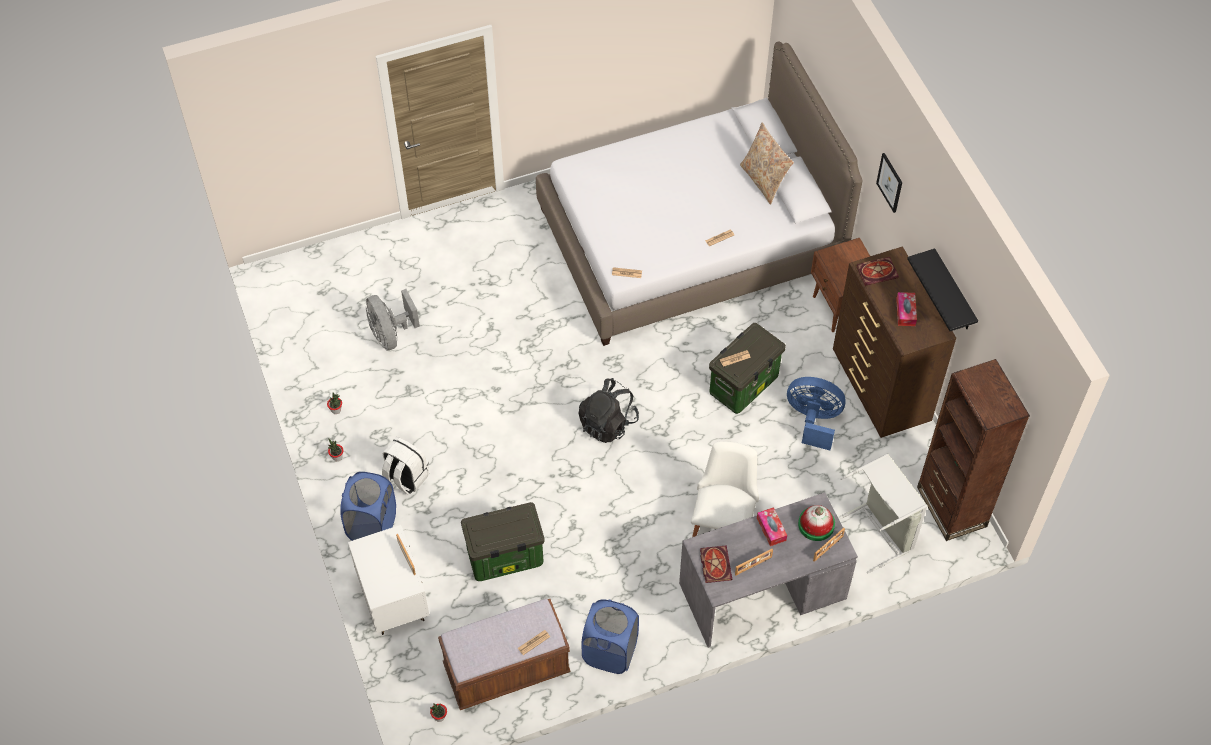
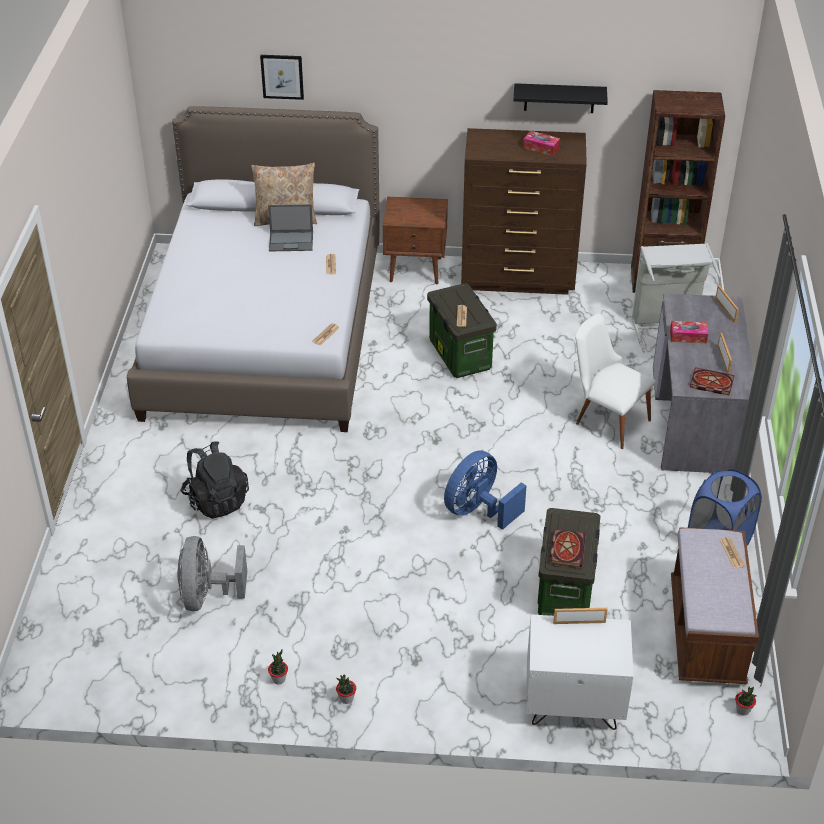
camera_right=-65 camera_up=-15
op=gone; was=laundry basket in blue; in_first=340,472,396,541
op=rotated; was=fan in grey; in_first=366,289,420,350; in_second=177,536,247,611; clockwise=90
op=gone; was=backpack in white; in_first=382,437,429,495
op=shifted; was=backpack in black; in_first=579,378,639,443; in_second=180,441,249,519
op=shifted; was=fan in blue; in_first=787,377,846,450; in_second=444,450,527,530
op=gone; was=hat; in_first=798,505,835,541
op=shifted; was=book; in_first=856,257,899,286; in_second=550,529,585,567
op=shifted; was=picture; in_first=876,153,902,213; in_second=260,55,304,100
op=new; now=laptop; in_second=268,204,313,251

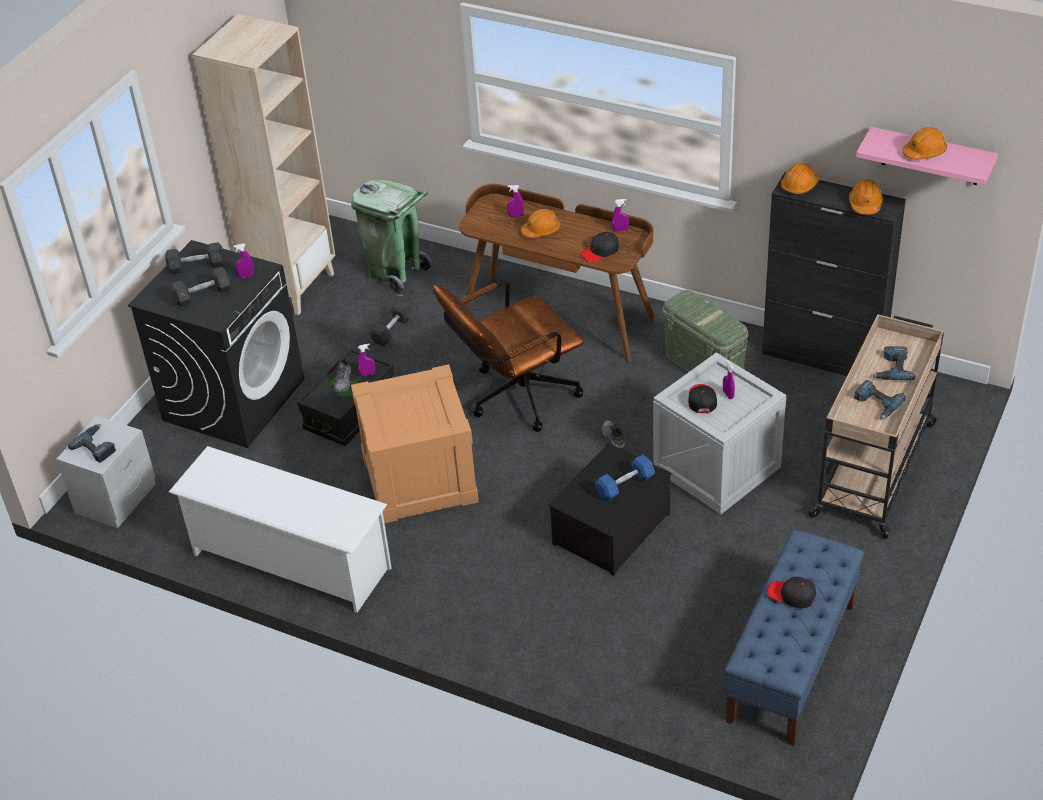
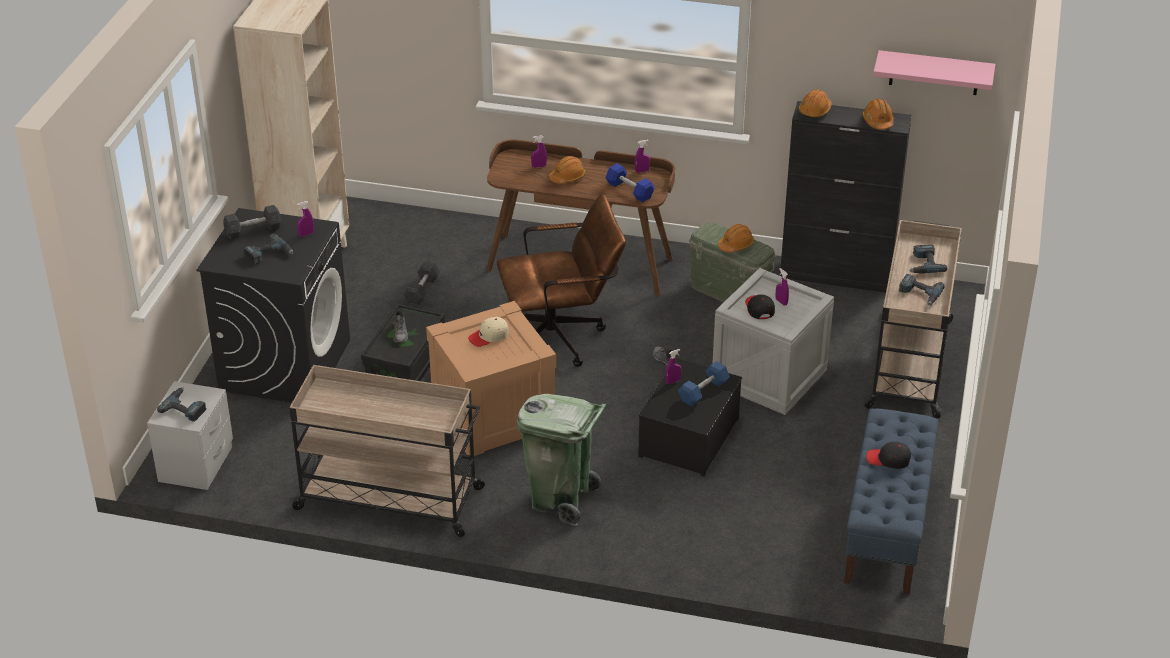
camera_right=-15 camera_up=-5
op=swapped; was=shoe rack in white; now=cart in beige; in_first=169,446,392,613; in_second=289,365,485,537
op=swapped; was=dumbbell in grey; now=power drill; in_first=171,267,231,307; in_second=244,234,294,264
op=shifted; was=trash can in green; in_first=351,180,433,296; in_second=517,394,607,526
op=shifted; was=spray bottle in purple; in_first=357,344,375,376; in_second=665,349,682,384
op=rotated; was=office chair in brown; in_first=433,280,584,432; in_second=497,194,626,367; clockwise=-150
op=swapped; was=cap in black; now=dumbbell in blue; in_first=581,232,619,263; in_second=605,163,655,202
op=shifted; was=hard hat in orange; in_first=902,127,947,160; in_second=718,224,754,252
op=new; now=cap in beige; in_second=468,317,508,347

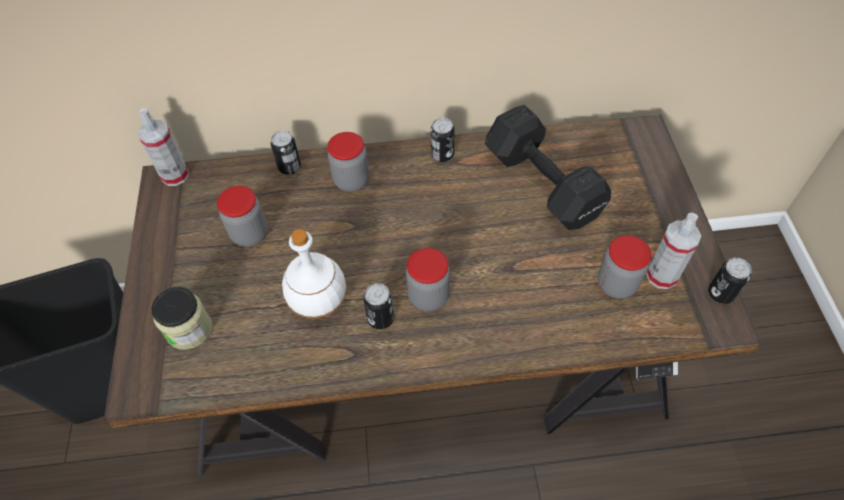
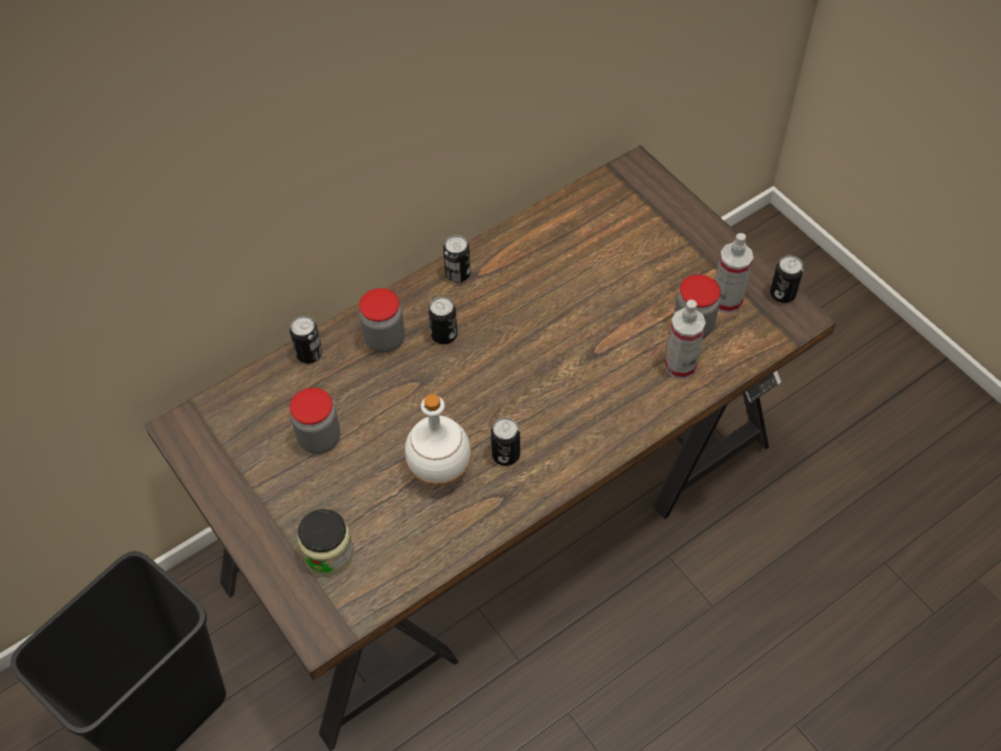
camera_right=-30 camera_up=0
op=shifted; was=spray bottle; in_first=138,108,189,186; in_second=664,300,706,379
op=gone; was=jar; in_first=406,248,450,311
op=gone; was=dumbbell in black; in_first=485,105,611,230
op=new; now=can; in_second=428,297,457,344

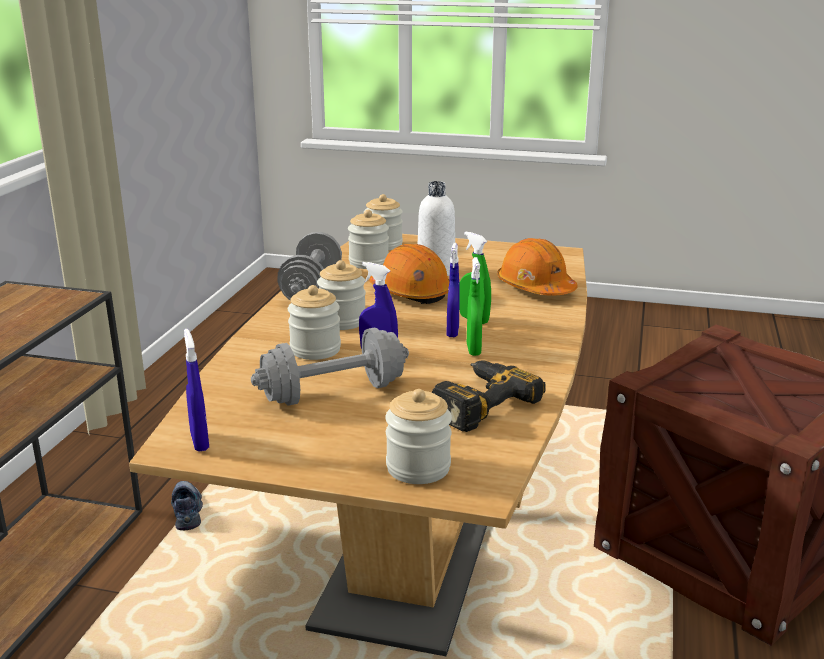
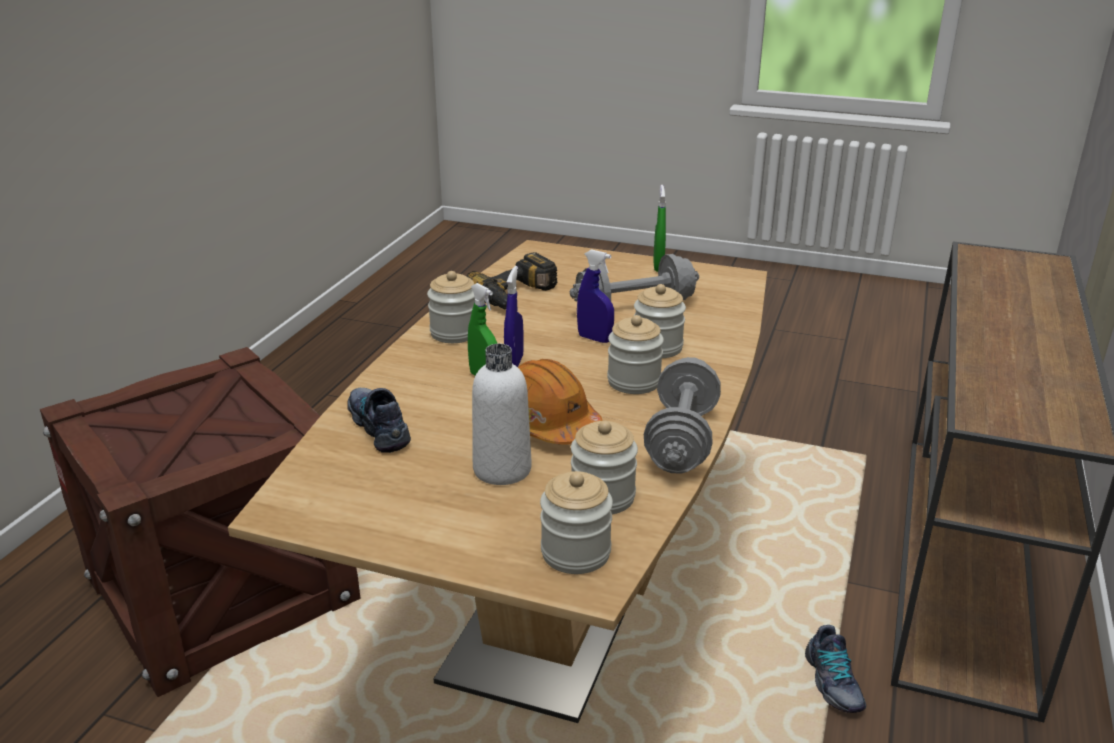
camera_right=-175 camera_up=5
op=gone; was=spray bottle in blue; in_first=184,329,209,452
op=shifted; was=jar; in_first=385,389,452,484; in_second=427,271,475,343
op=shifted; was=spray bottle in green; in_first=467,257,482,356; in_second=653,185,666,272
op=swapped; was=hard hat in orange; now=shoe; in_first=497,238,578,296; in_second=347,388,411,453

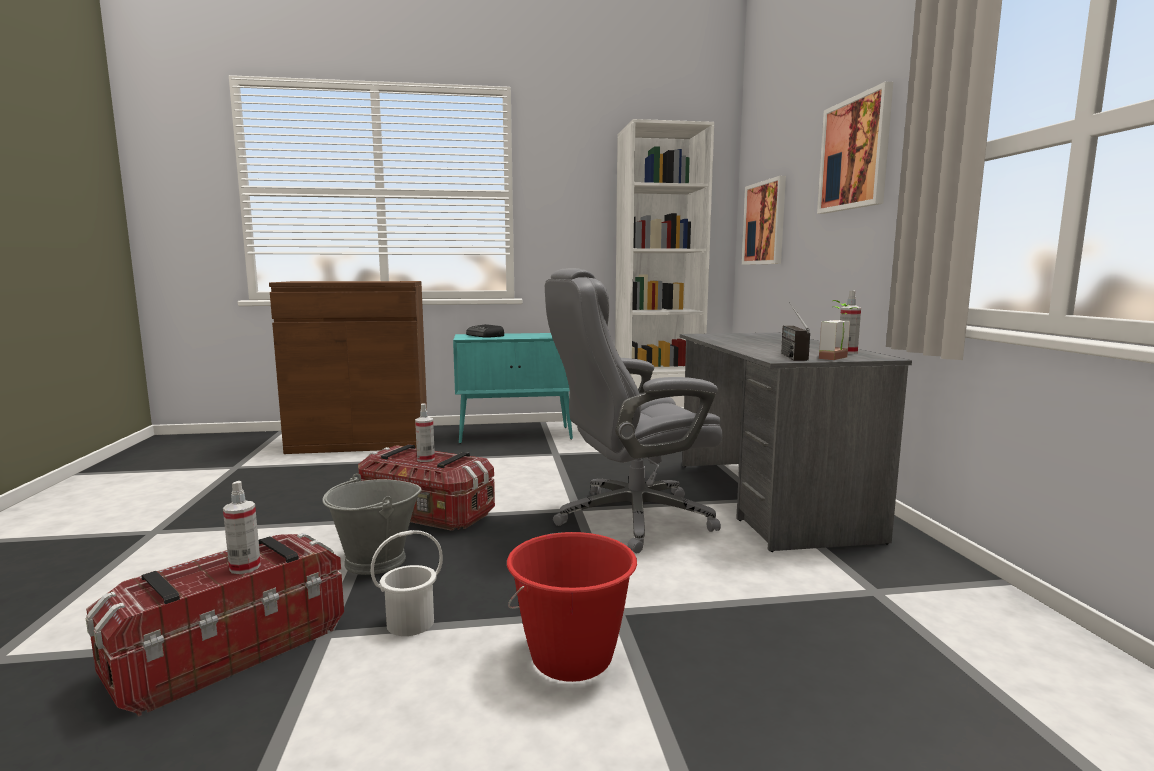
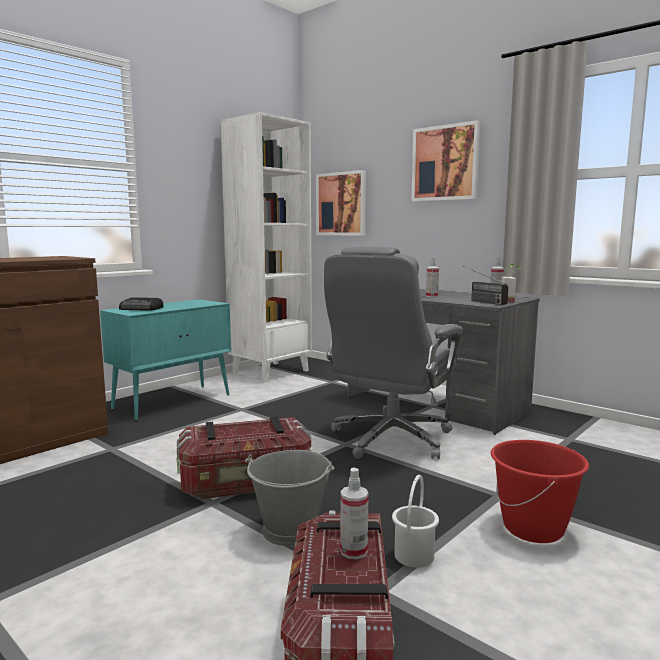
camera_right=-40 camera_up=0
op=shifted; was=spray bottle; in_first=415,403,435,462; in_second=426,257,439,297

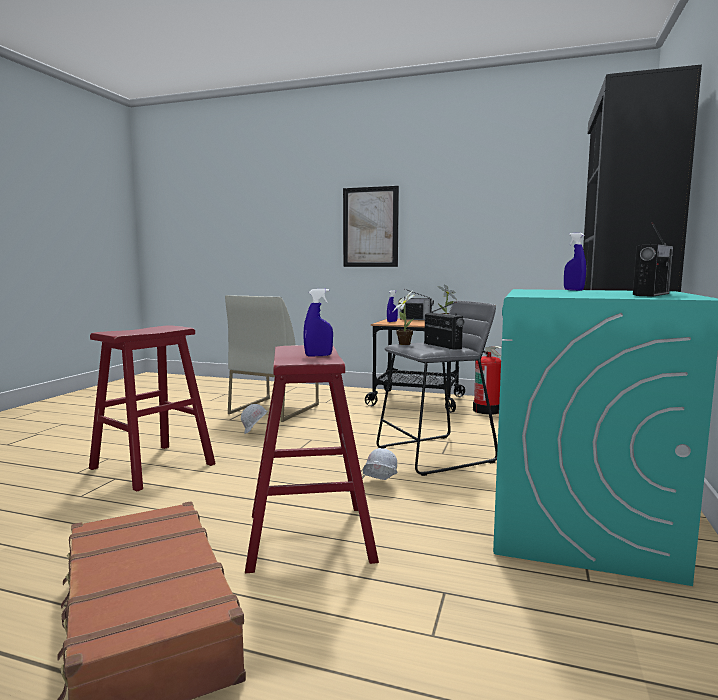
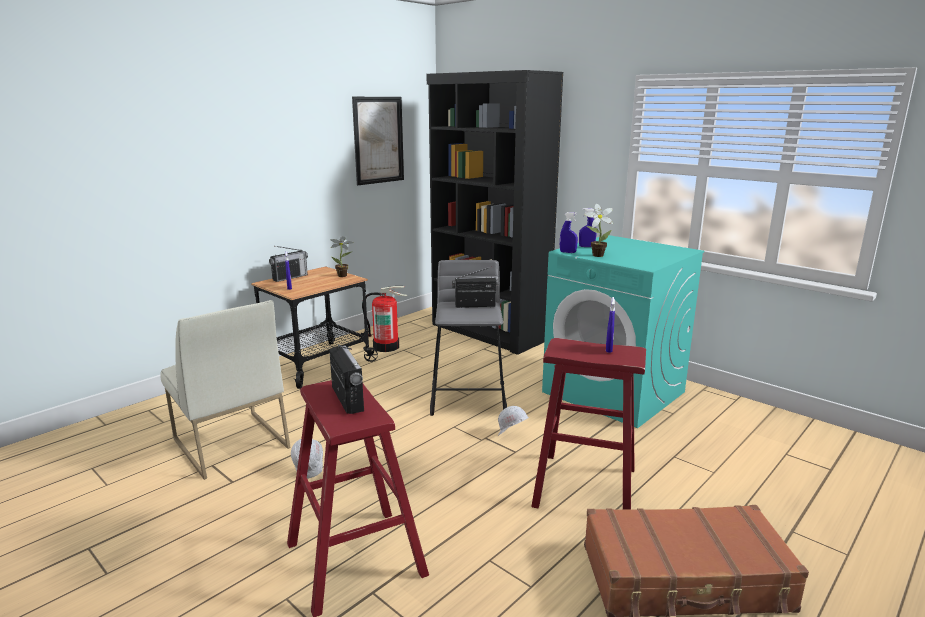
camera_right=-65 camera_up=10
op=shifted; was=picture; in_first=343,186,399,267; in_second=352,97,404,185
op=shifted; was=potted plant; in_first=393,291,415,345; in_second=584,204,613,257
op=shifted; was=radio; in_first=633,222,673,297; in_second=329,345,364,414
op=new; now=spray bottle in blue; in_second=560,212,578,253

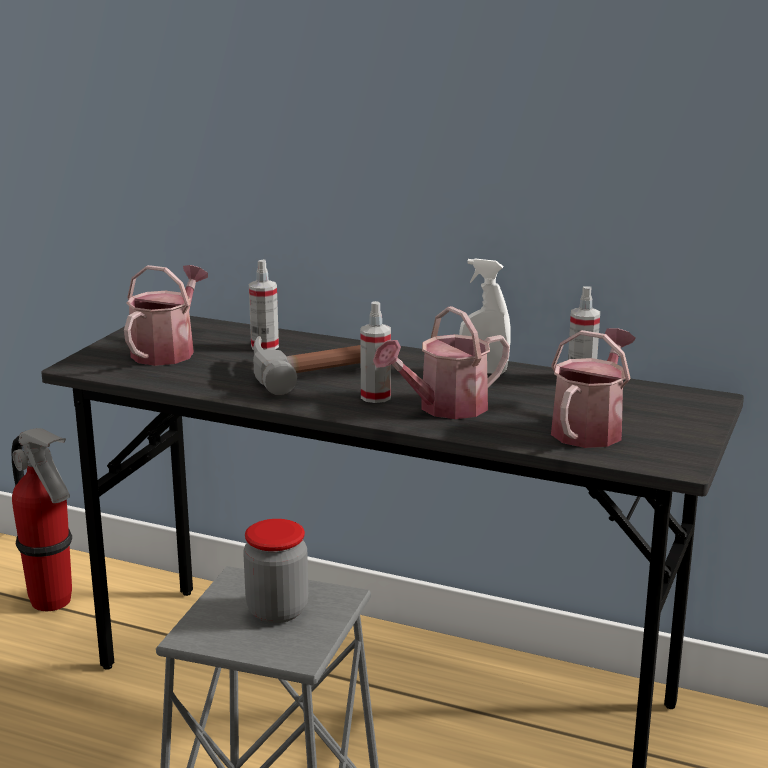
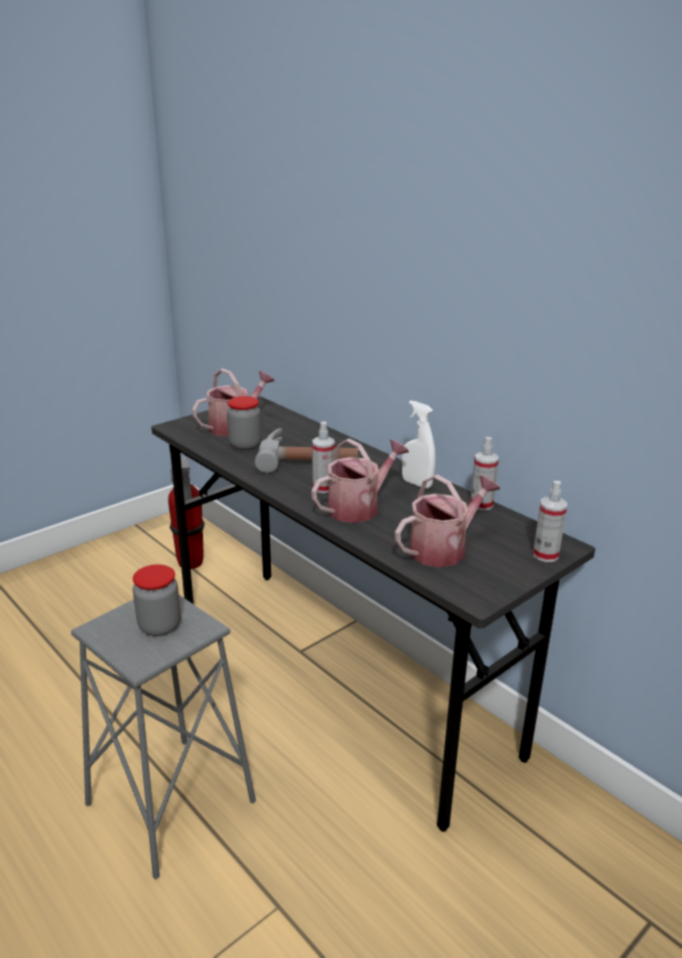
camera_right=25 camera_up=5
op=shifted; was=spray bottle; in_first=249,259,279,350; in_second=533,481,567,562
op=rotated; was=watering can; in_first=373,306,510,419; in_second=311,438,409,523; clockwise=150
op=new; now=jar; in_second=227,396,261,450

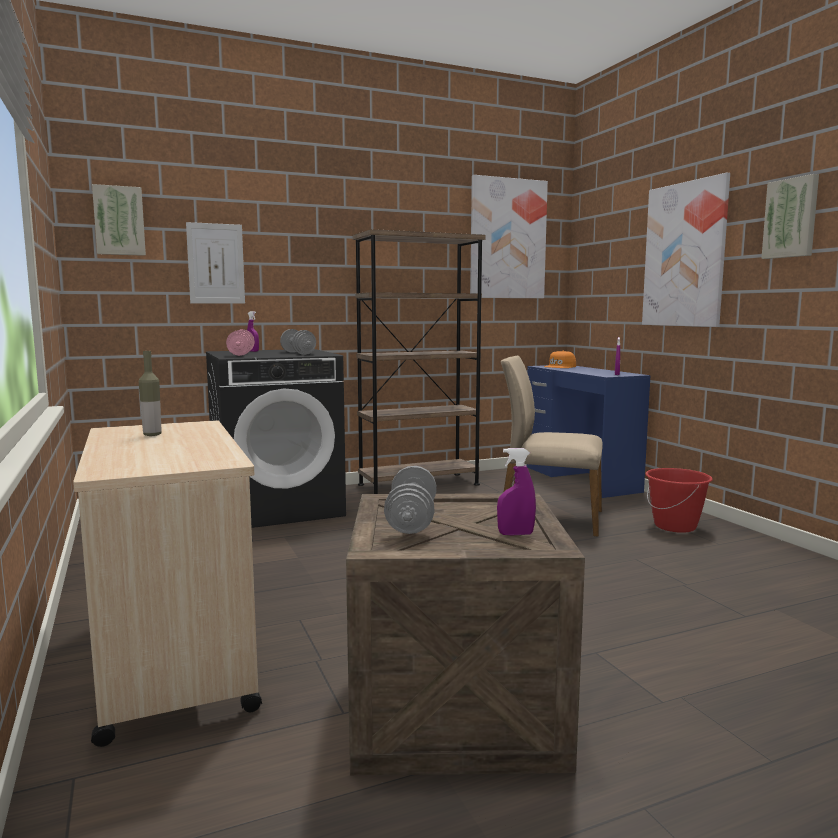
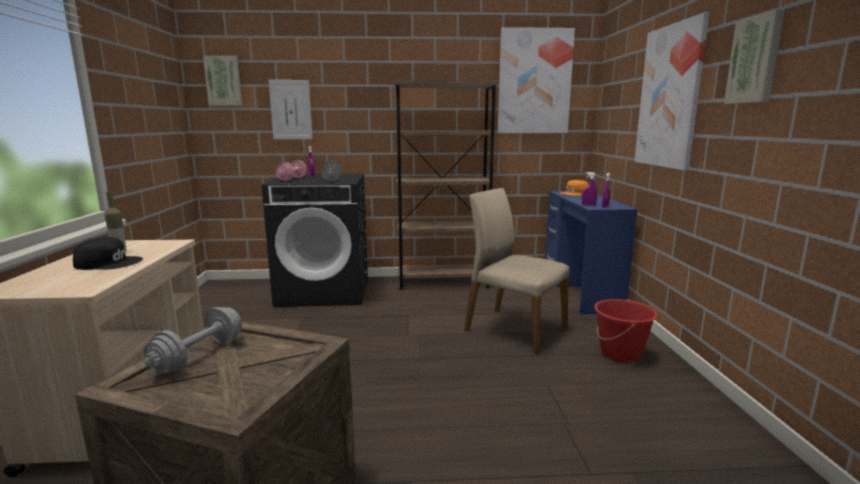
camera_right=20 camera_up=5
op=shifted; was=spray bottle in purple; in_first=497,448,536,535; in_second=582,172,597,206
op=new; now=cap in black; in_second=73,237,143,270

